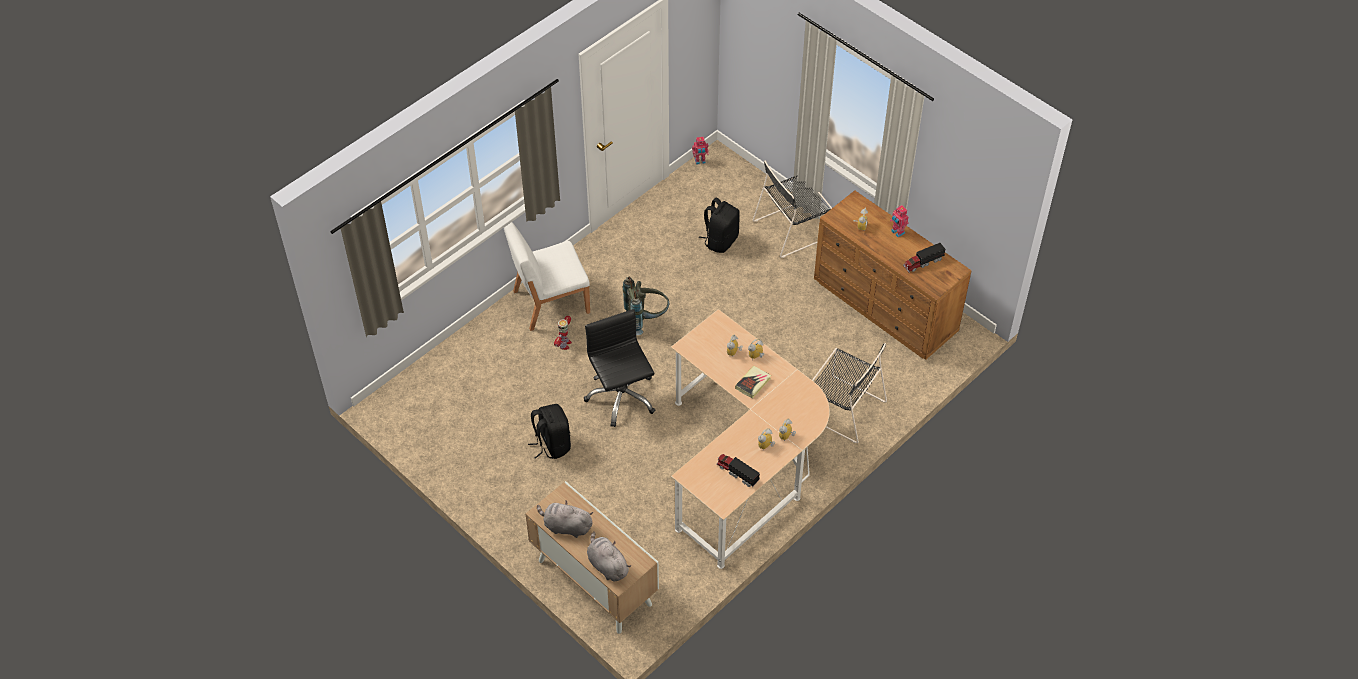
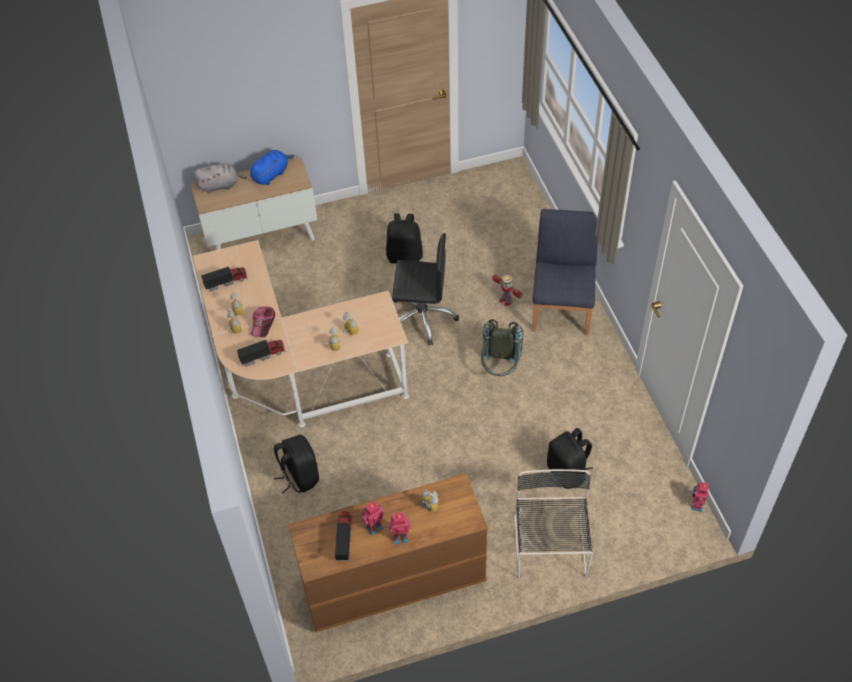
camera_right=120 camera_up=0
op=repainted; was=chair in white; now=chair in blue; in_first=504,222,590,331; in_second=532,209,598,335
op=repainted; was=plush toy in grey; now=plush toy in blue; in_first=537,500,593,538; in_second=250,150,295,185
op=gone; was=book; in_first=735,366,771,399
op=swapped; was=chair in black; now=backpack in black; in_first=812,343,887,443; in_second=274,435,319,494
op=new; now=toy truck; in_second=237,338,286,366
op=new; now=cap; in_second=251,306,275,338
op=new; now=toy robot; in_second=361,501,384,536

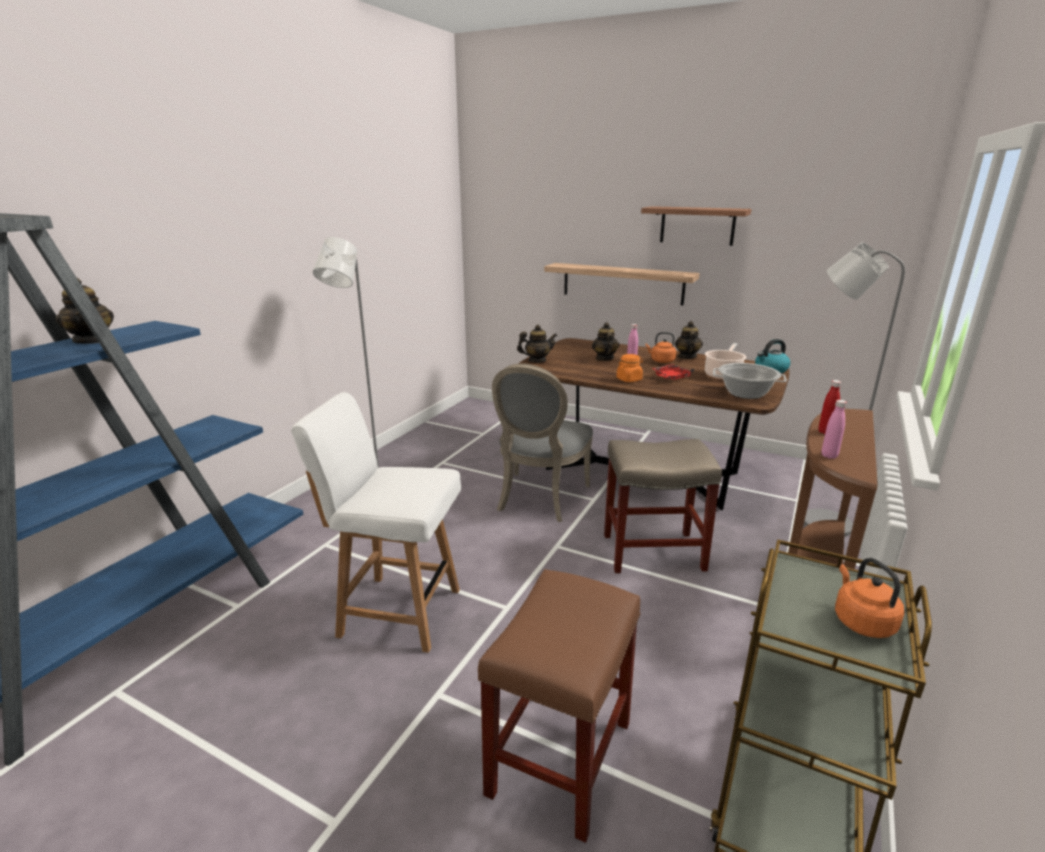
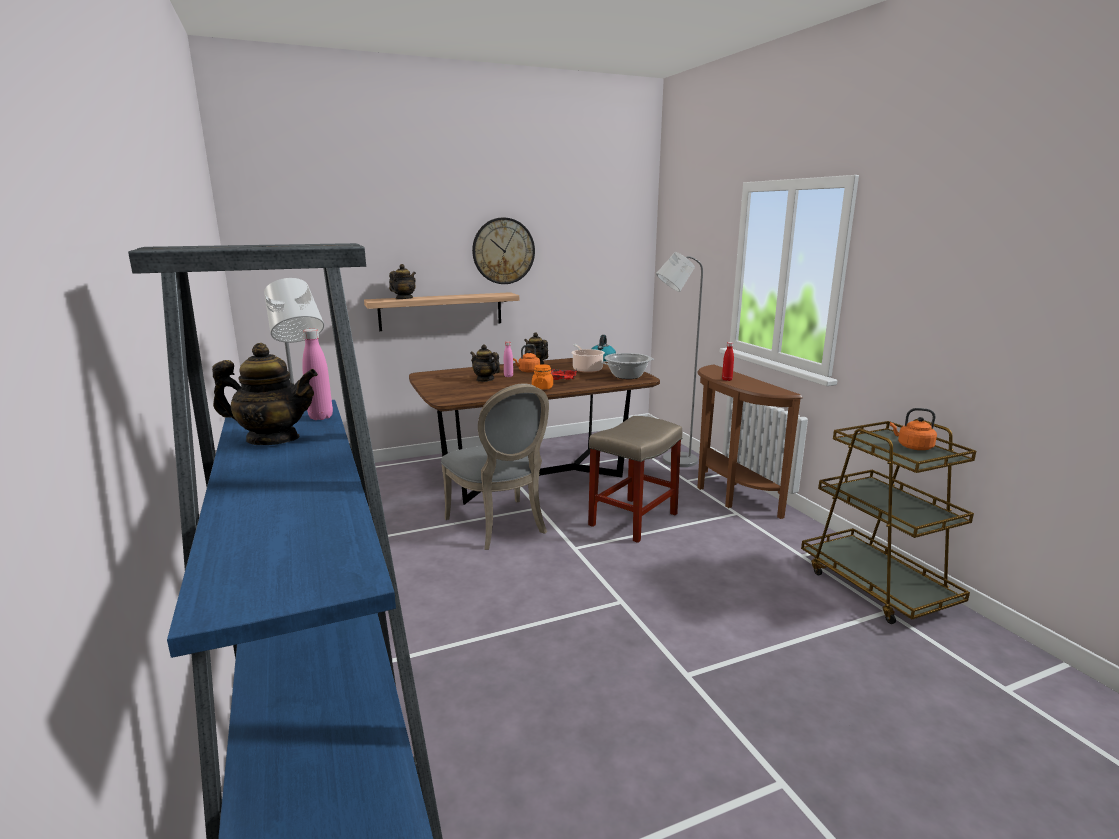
camera_right=-50 camera_up=-5
op=gone; was=chair in white; in_first=291,392,461,653
op=gone; was=stool in brown; in_first=478,569,641,843
op=shifted; was=teapot; in_first=517,324,557,363; in_second=389,264,416,299
op=swapped; was=shelf; now=wall clock; in_first=641,206,751,246; in_second=472,217,535,284
op=shifted; was=bottle in pink; in_first=822,400,847,459; in_second=302,329,333,420

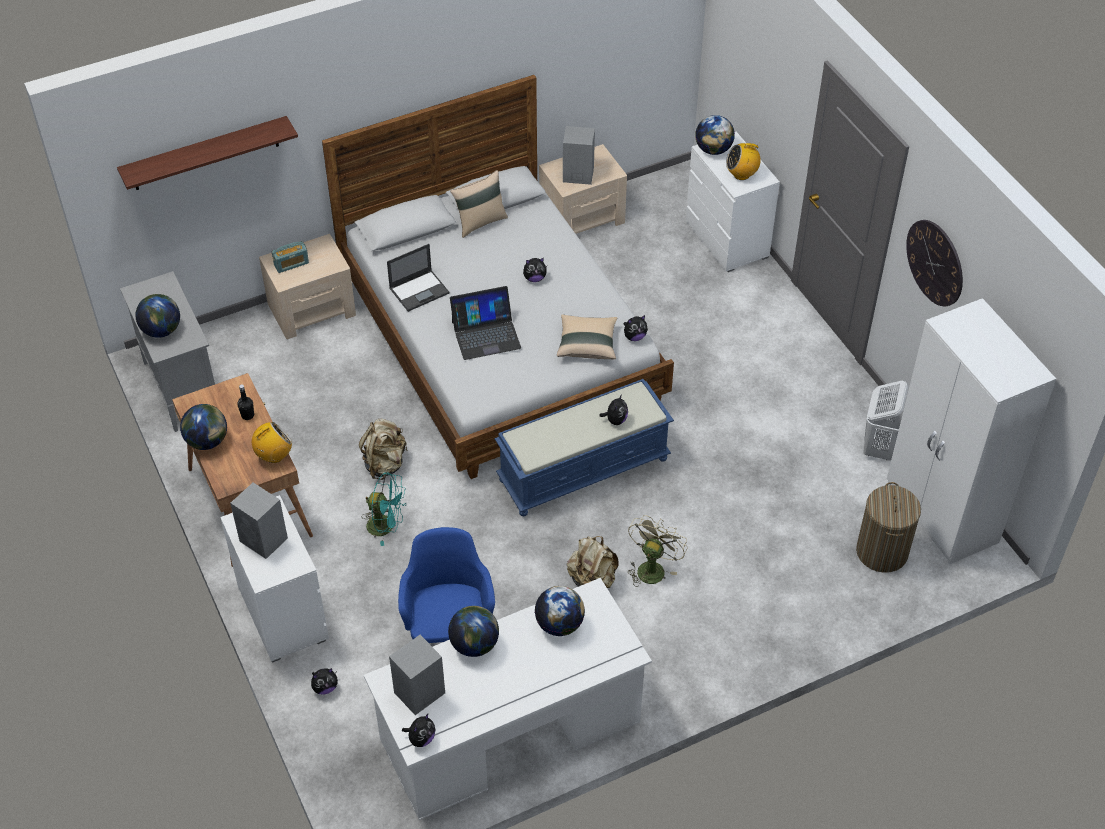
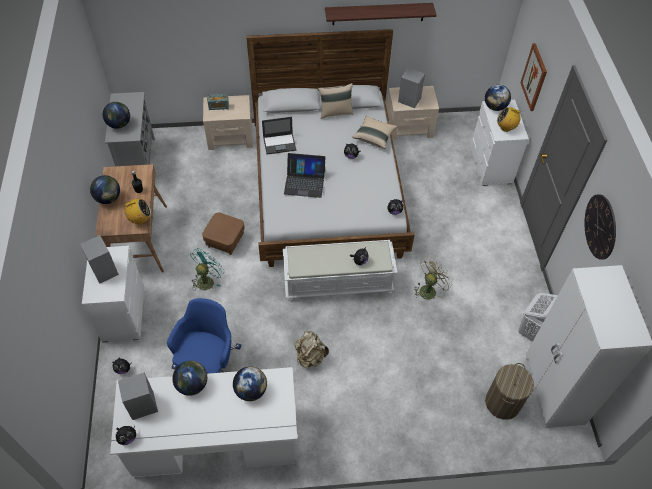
camera_right=20 camera_up=5
op=shifted; was=shelf; in_first=117,116,298,190; in_second=325,3,436,25
op=swapped; was=backpack in beige; now=ottoman in brown; in_first=359,419,408,480; in_second=202,213,245,255
op=rotated; was=fan in turquoise; in_first=362,472,406,546; in_second=190,248,225,291; clockwise=-90
op=repainted; was=bench in blue; now=bench in white; in_first=495,379,674,516; in_second=283,240,397,301
op=shifted; was=pillow in beige; in_first=557,314,617,359; in_second=352,116,397,149
op=shifted; was=fan in beige; in_first=628,515,688,587; in_second=415,258,453,300
op=new; now=picture; in_second=520,43,547,111

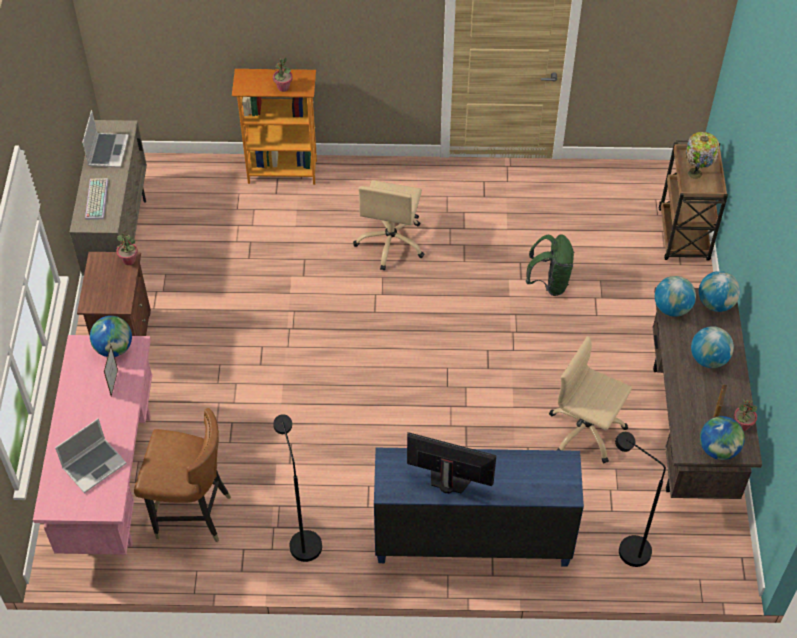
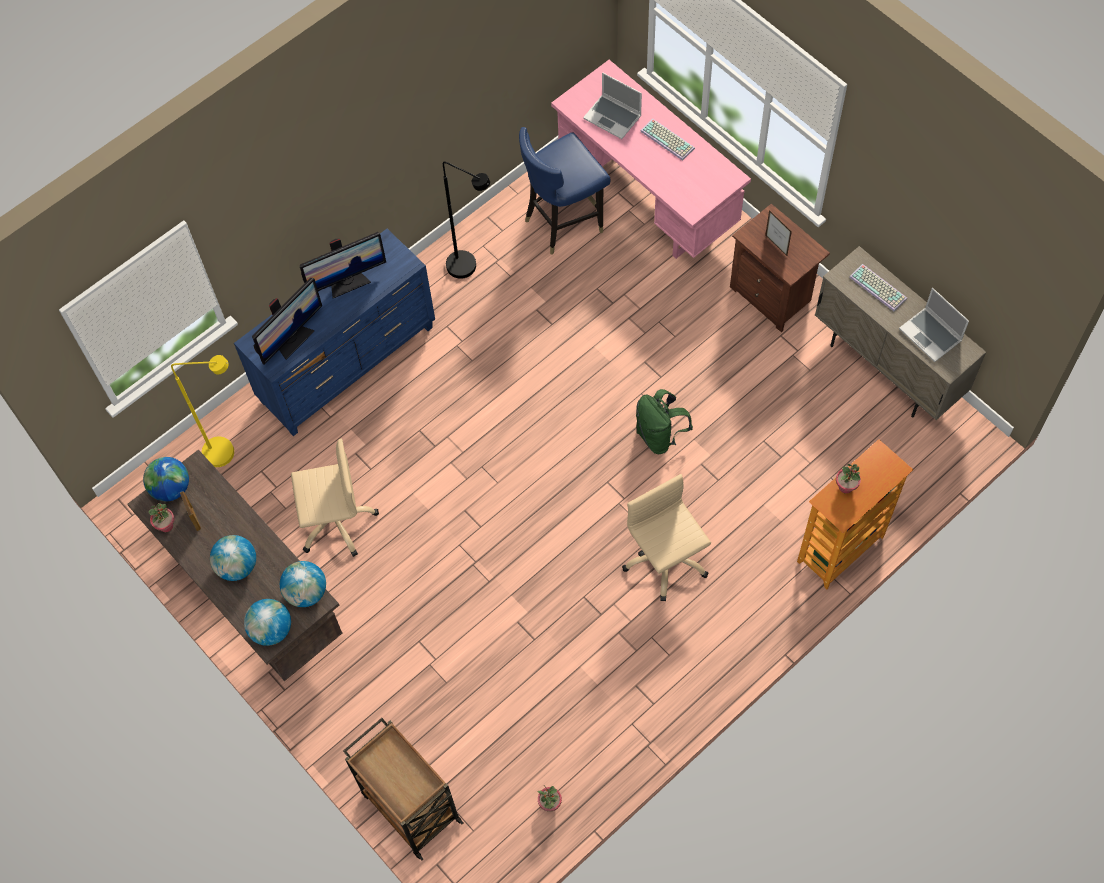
camera_right=140 camera_up=10
op=rotated; was=laptop; in_first=55,419,127,493; in_second=583,72,642,139; clockwise=-60
op=gone; was=globe; in_first=90,316,132,357
op=shifted; was=picture frame; in_first=104,345,118,396; in_second=765,210,792,256
op=shifted; was=potted plant; in_first=116,233,138,265; in_second=537,785,562,812
op=repainted; was=chair in brown; now=chair in blue; in_first=134,408,231,542; in_second=519,127,611,255
op=shifted; was=backpack in green; in_first=526,234,575,296; in_second=636,389,693,454
op=repainted; was=floor lamp in black; now=floor lamp in yellow; in_first=615,432,666,567; in_second=171,355,234,467
op=gone; was=table lamp; in_first=686,132,719,179
op=new; now=monitor; in_second=252,278,322,365
op=new; now=keyboard; in_second=640,119,695,161

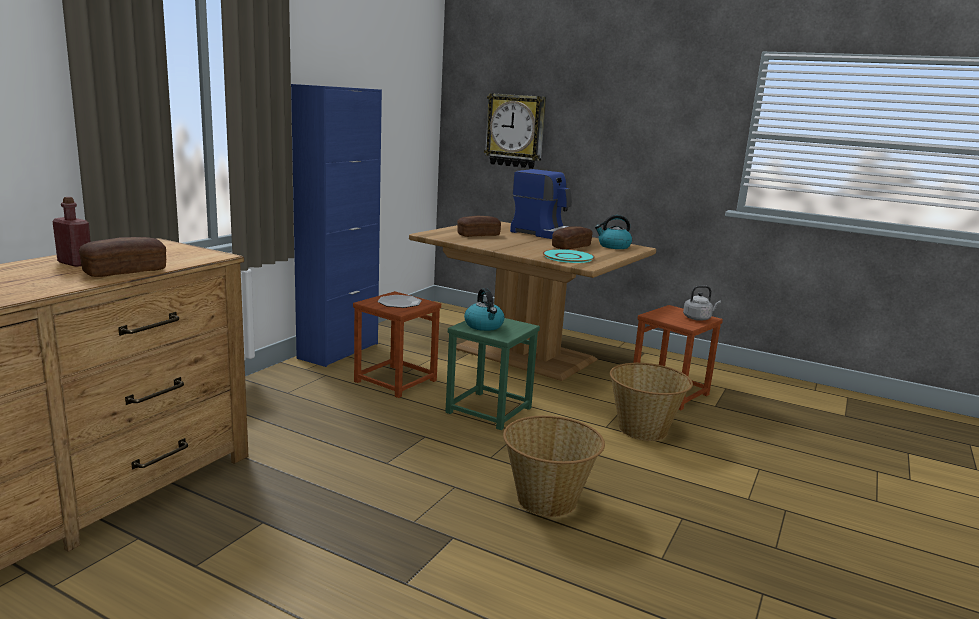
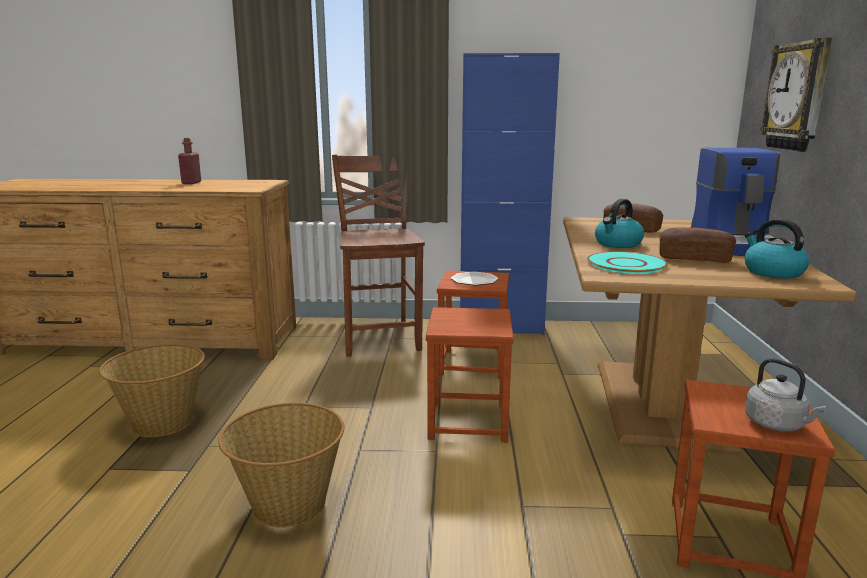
camera_right=65 camera_up=0
op=gone; was=bread; in_first=79,237,166,277
op=repainted; was=stool in green; now=stool in brown; in_first=446,318,540,430; in_second=426,307,514,443
op=shifted; was=kettle; in_first=464,288,504,331; in_second=595,199,644,248
op=shifted; was=basket; in_first=610,363,693,441; in_second=99,344,205,437
op=new; now=chair in brown; in_second=332,155,425,357

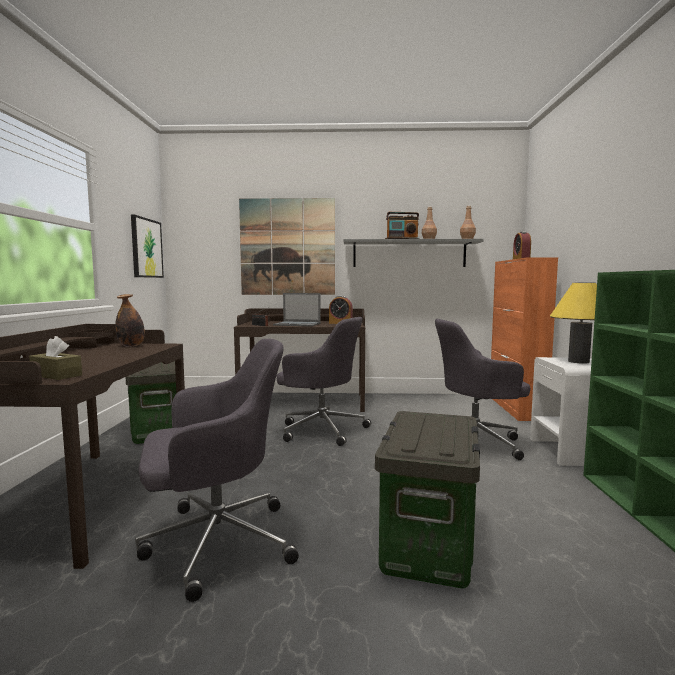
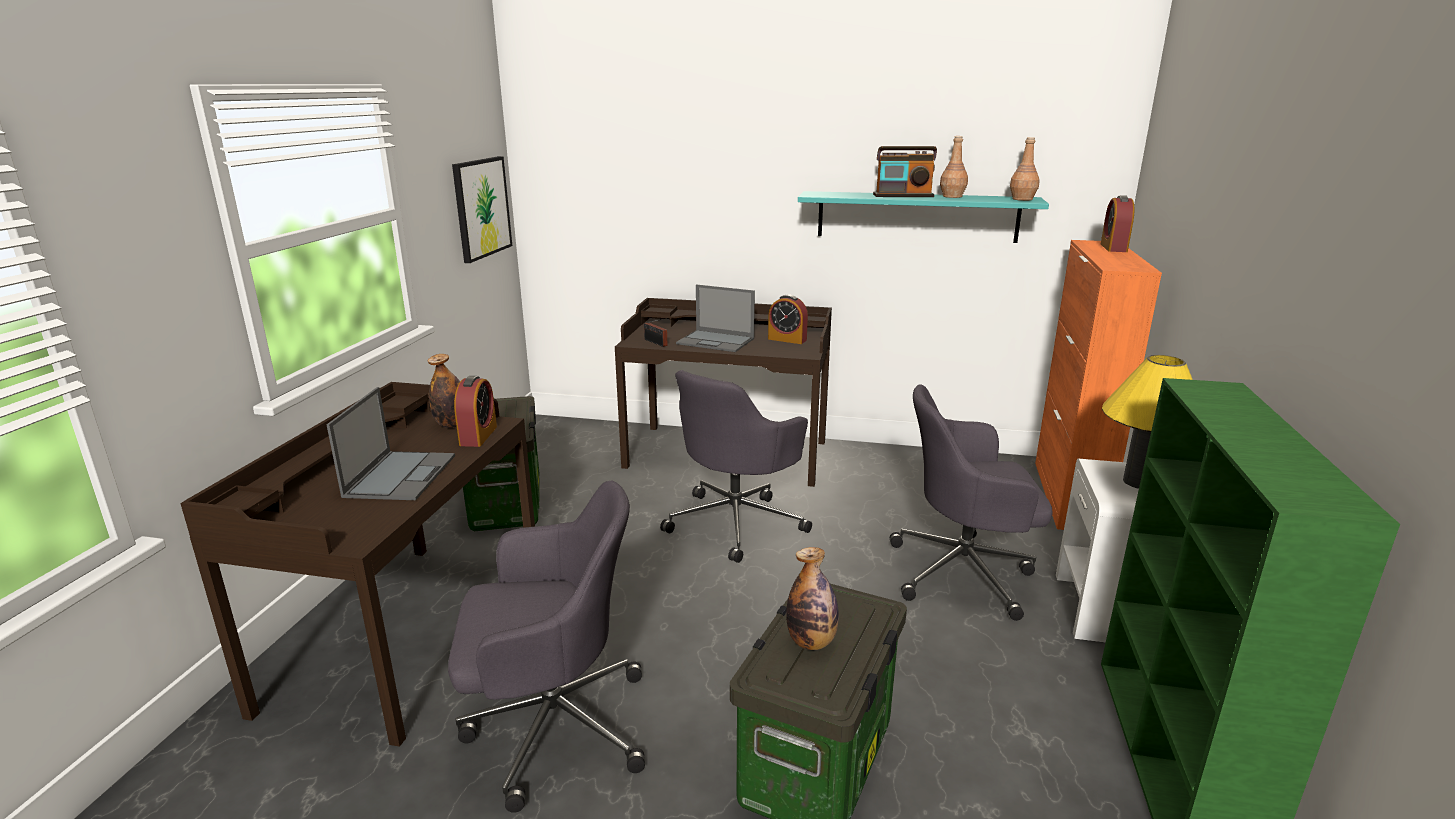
camera_right=10 camera_up=15
op=gone; was=tissue box in brown; in_first=29,336,82,380
op=gone; was=picture; in_first=239,198,335,295
op=rotated; was=office chair in grey; in_first=276,317,371,446; in_second=660,370,812,563; clockwise=90
op=repainted; was=shelf in grey; now=shelf in turquoise; in_first=344,239,484,267; in_second=798,191,1049,243
op=new; now=laptop; in_second=326,387,455,500
op=new; now=alarm clock; in_second=454,376,497,447
op=new; now=bottle; in_second=786,547,839,650

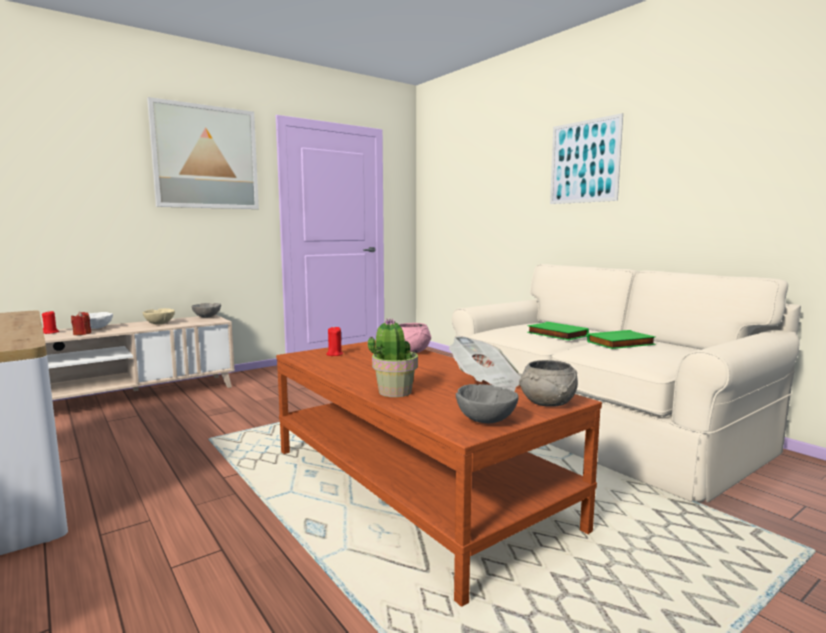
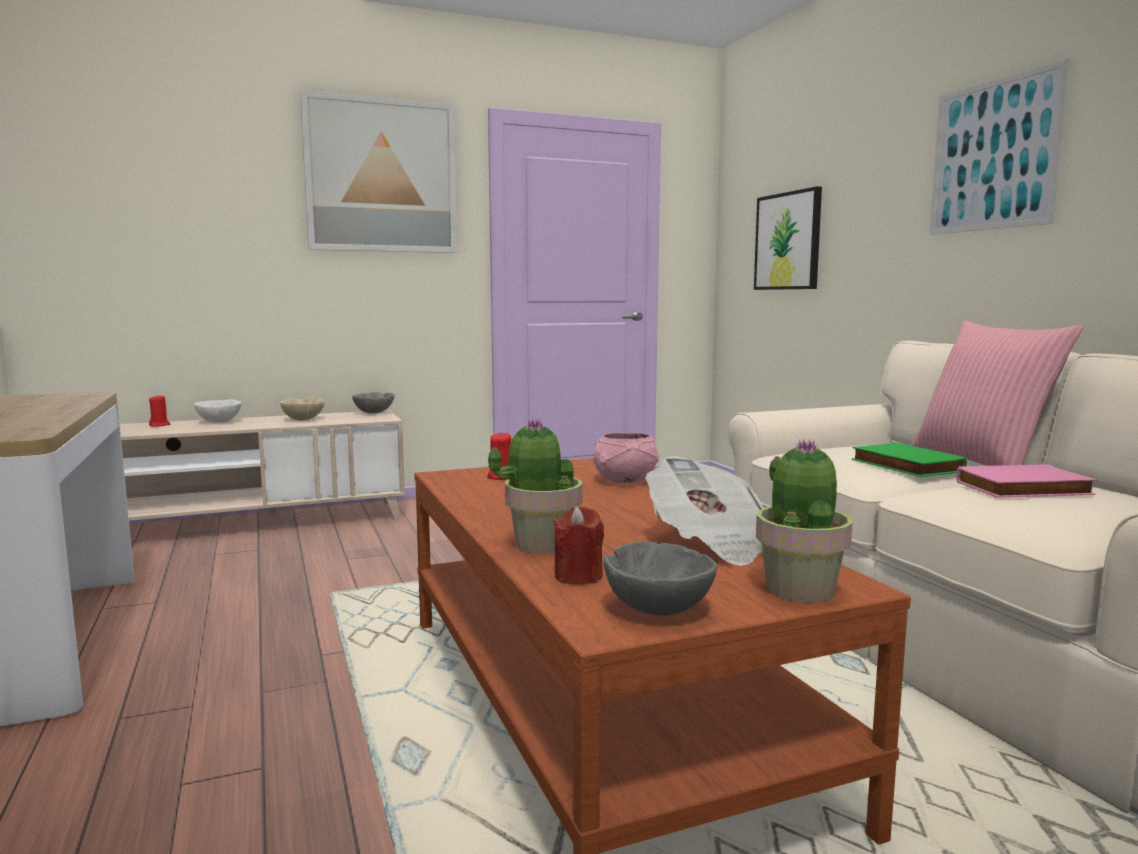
camera_right=15 camera_up=0
op=shifted; was=candle in red; in_first=71,311,91,335; in_second=553,506,604,584
op=swapped; was=bowl in grey; now=potted plant; in_first=519,360,578,407; in_second=756,438,853,603
op=repainted; was=book in green; now=book in pink; in_first=587,330,655,349; in_second=956,464,1097,498
op=new; now=picture; in_second=754,186,822,290
op=new; now=pillow in pink; in_second=911,321,1083,466

